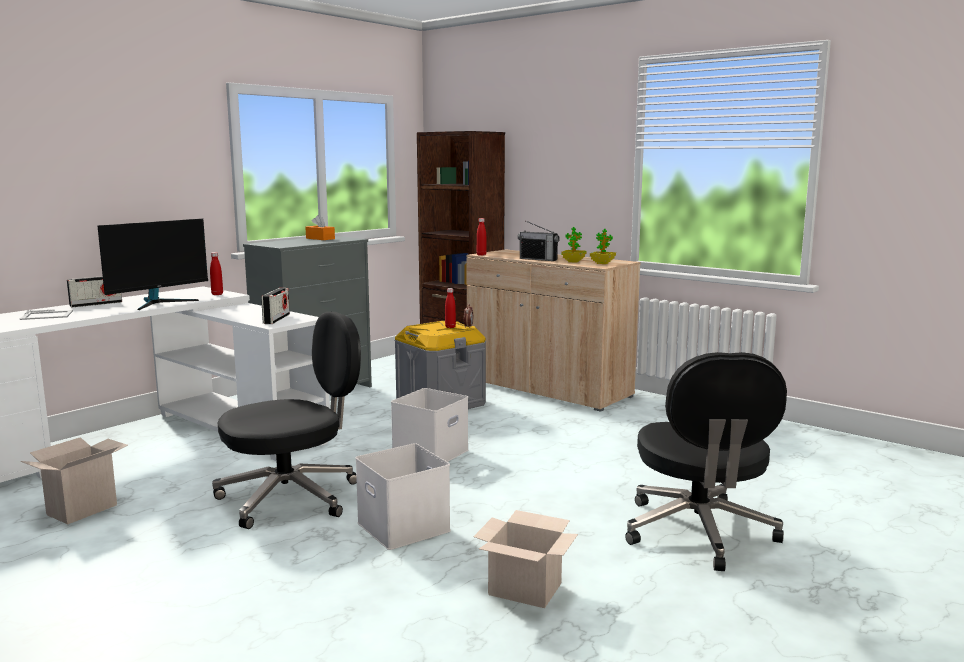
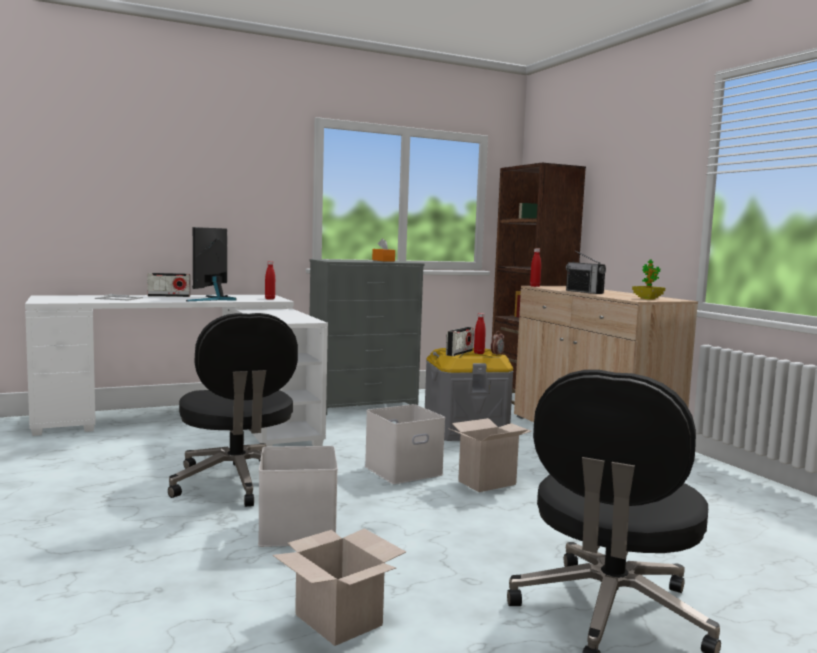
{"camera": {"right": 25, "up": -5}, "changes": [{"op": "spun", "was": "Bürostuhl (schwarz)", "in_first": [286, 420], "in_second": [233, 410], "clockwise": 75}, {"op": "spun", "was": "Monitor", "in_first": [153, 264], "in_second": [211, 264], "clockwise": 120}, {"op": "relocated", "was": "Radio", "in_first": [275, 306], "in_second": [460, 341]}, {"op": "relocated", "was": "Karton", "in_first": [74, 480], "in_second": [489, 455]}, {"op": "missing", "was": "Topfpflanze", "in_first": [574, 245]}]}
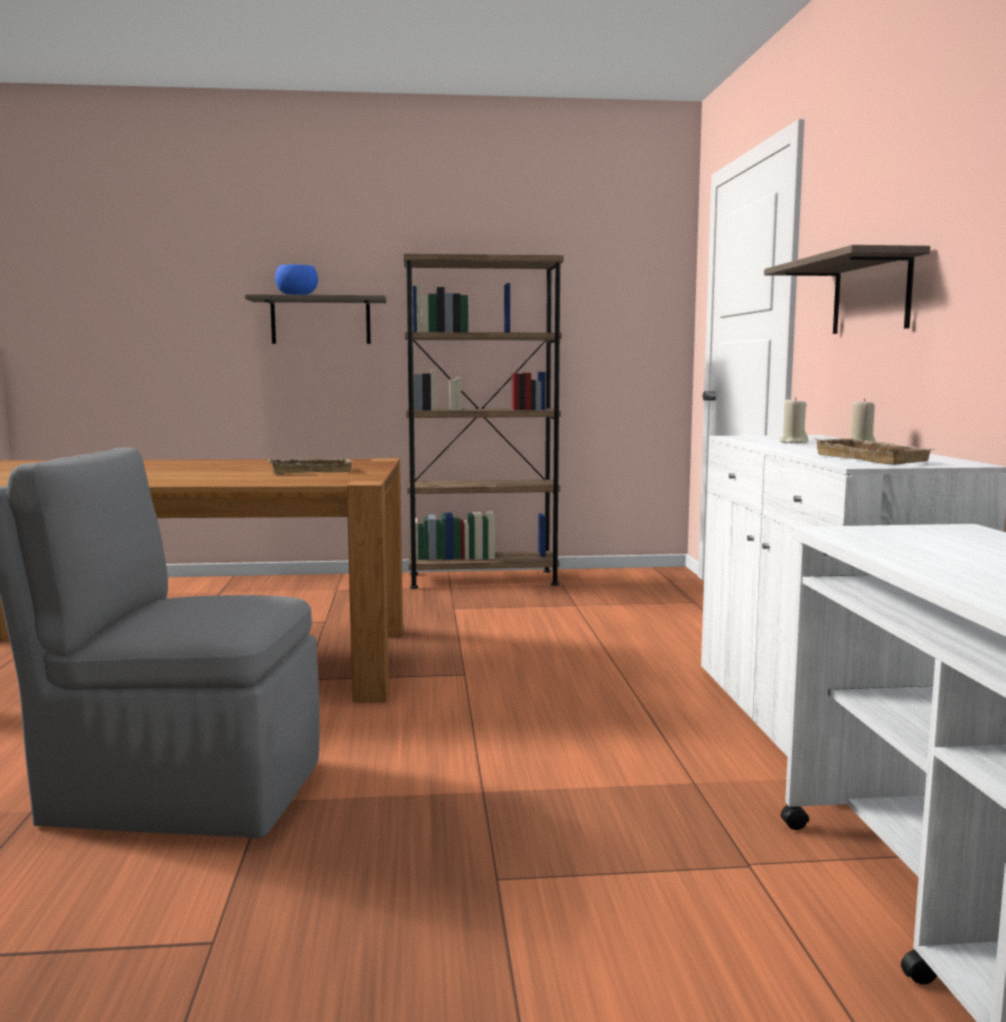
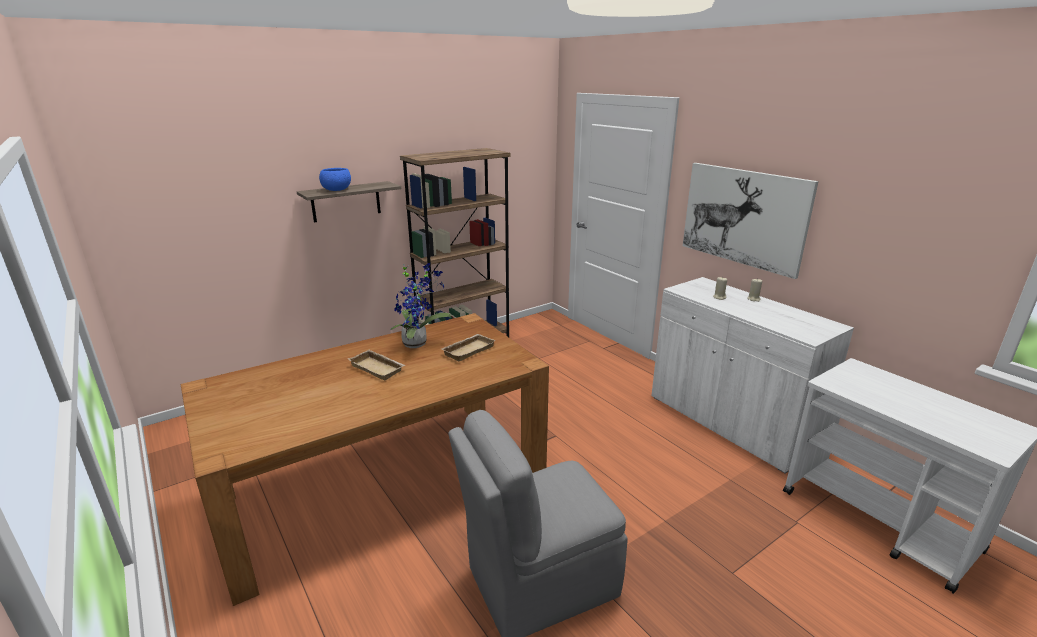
{"camera": {"right": -30, "up": 15}, "changes": [{"op": "relocated", "was": "Tablett (beige)", "in_first": [874, 451], "in_second": [377, 365]}, {"op": "appeared", "now": "Topfpflanze", "in_second": [420, 305]}, {"op": "exchanged", "was": "Wandregal", "now": "Bild", "in_first": [847, 289], "in_second": [751, 221]}]}
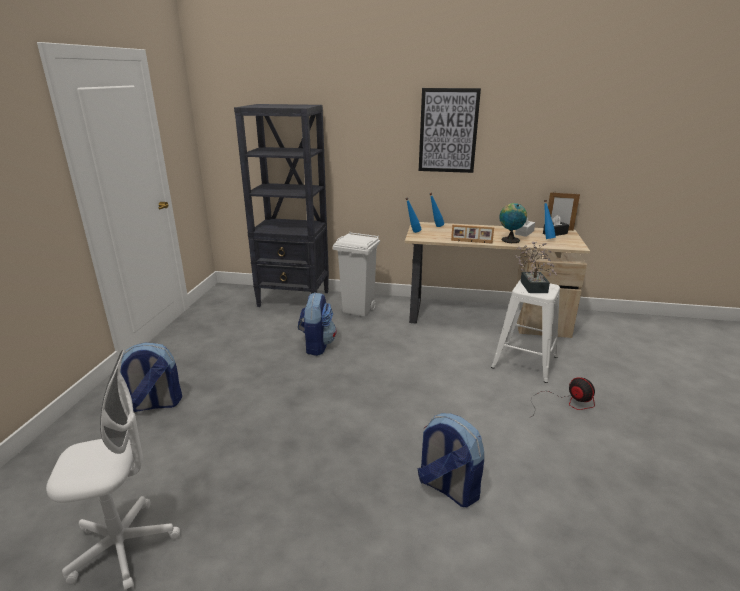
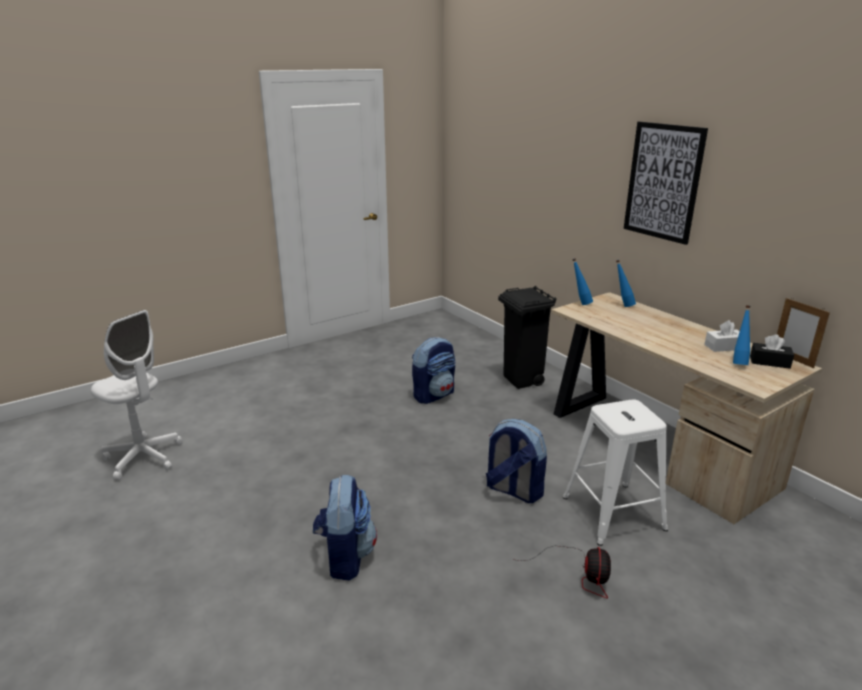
{"camera": {"right": 45, "up": 0}, "changes": [{"op": "relocated", "was": "Rucksack", "in_first": [151, 377], "in_second": [516, 461]}, {"op": "colour", "was": "Mülleimer (weiß)", "now": "Mülleimer (schwarz)", "in_first": [356, 274], "in_second": [527, 337]}, {"op": "missing", "was": "Bücherregal (schwarz)", "in_first": [281, 205]}, {"op": "missing", "was": "Bilderrahmen", "in_first": [472, 234]}, {"op": "missing", "was": "Globus", "in_first": [513, 223]}, {"op": "missing", "was": "Topfpflanze", "in_first": [536, 267]}]}
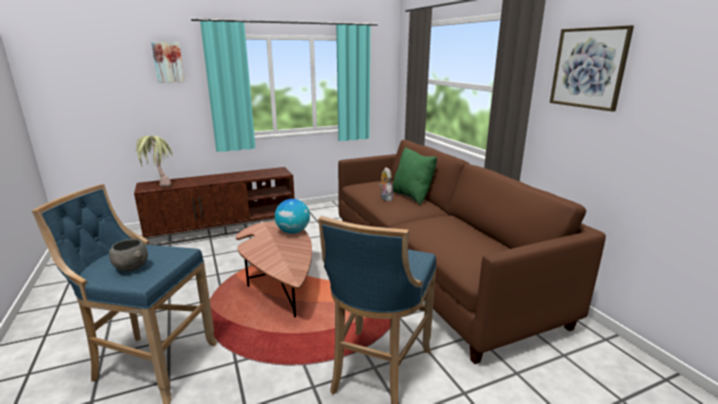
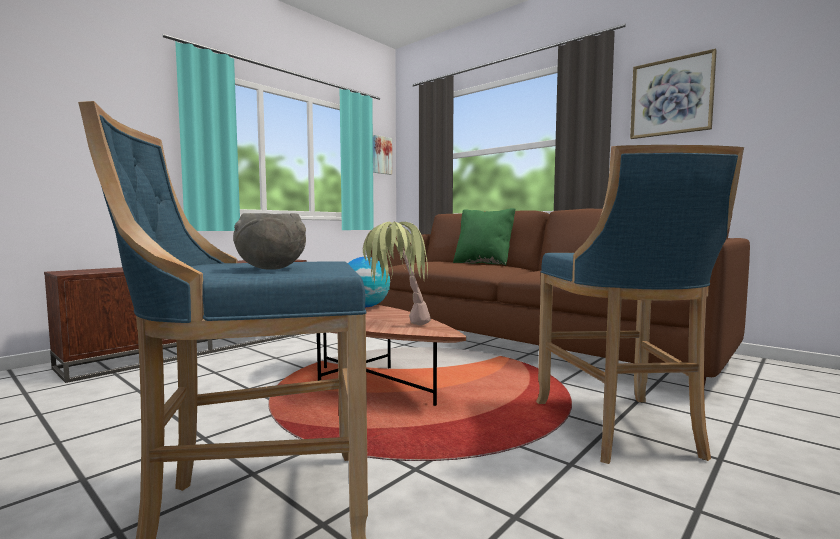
{"camera": {"right": -25, "up": -15}, "changes": [{"op": "relocated", "was": "Topfpflanze", "in_first": [154, 161], "in_second": [397, 273]}, {"op": "relocated", "was": "Bild", "in_first": [168, 62], "in_second": [382, 155]}, {"op": "missing", "was": "Plüschtier", "in_first": [386, 184]}]}
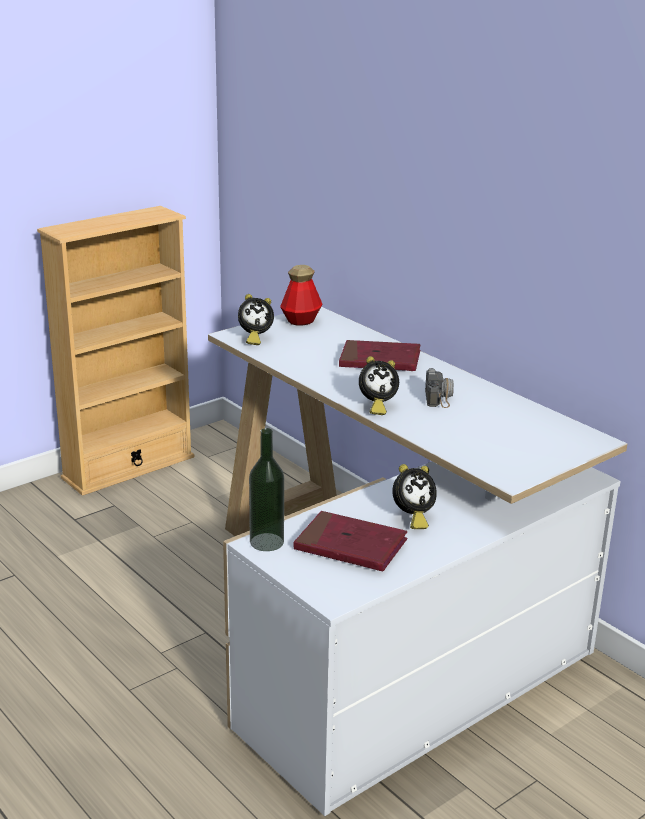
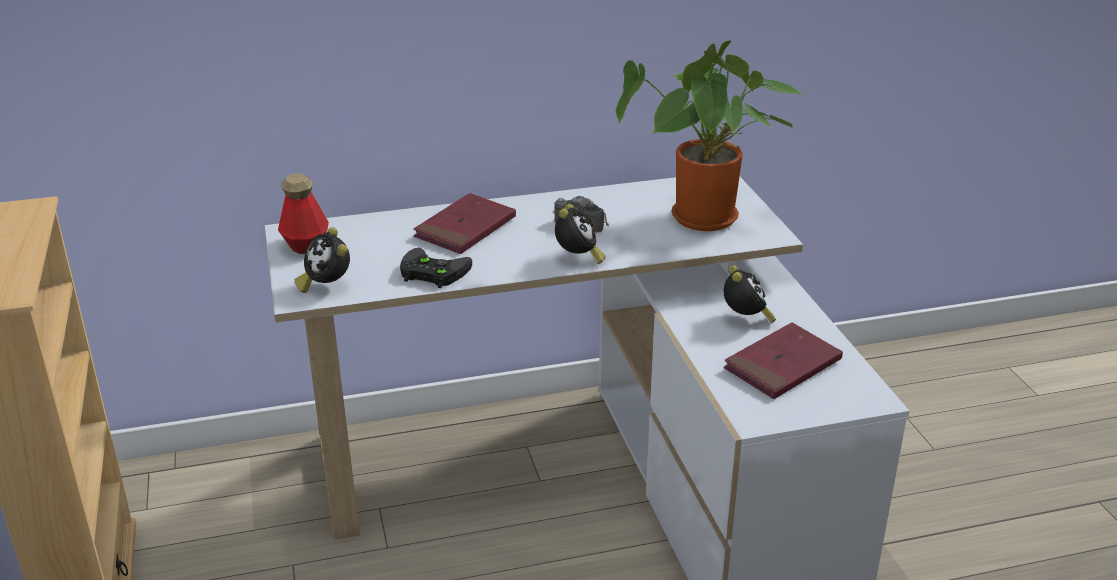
{"camera": {"right": -65, "up": 5}, "changes": [{"op": "spun", "was": "Wecker", "in_first": [256, 319], "in_second": [322, 260], "clockwise": 135}, {"op": "appeared", "now": "Gamepad (schwarz)", "in_second": [436, 268]}, {"op": "appeared", "now": "Topfpflanze", "in_second": [710, 135]}, {"op": "missing", "was": "Flasche", "in_first": [266, 489]}]}
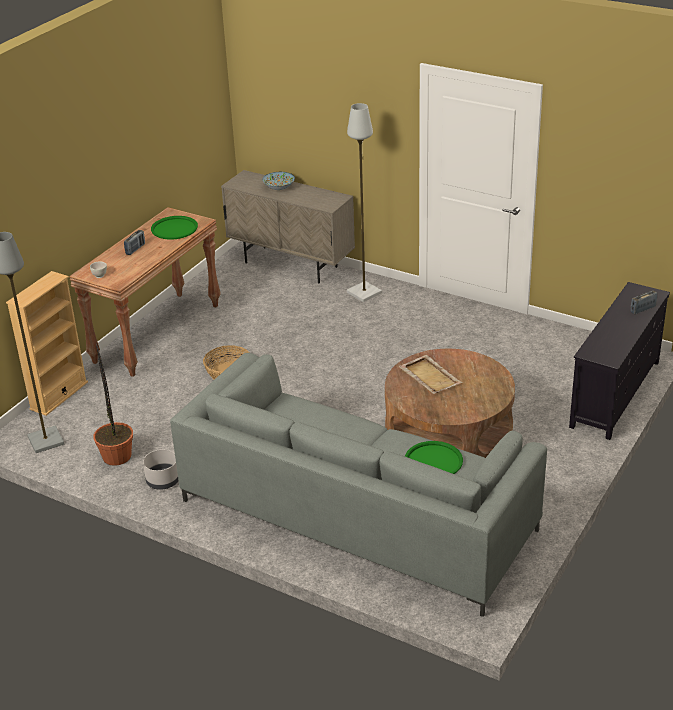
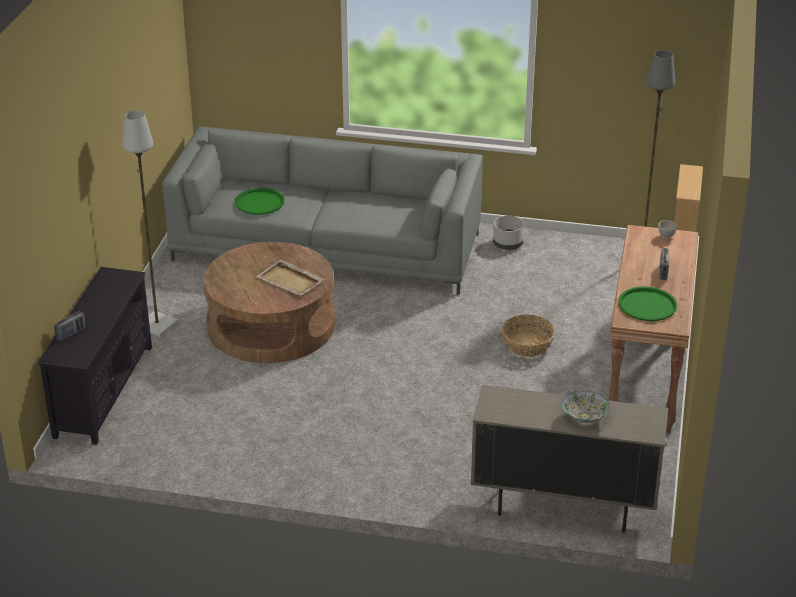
{"camera": {"right": 160, "up": 0}, "changes": [{"op": "relocated", "was": "Stehlampe (grau)", "in_first": [364, 202], "in_second": [150, 223]}, {"op": "missing", "was": "Topfpflanze", "in_first": [113, 404]}]}
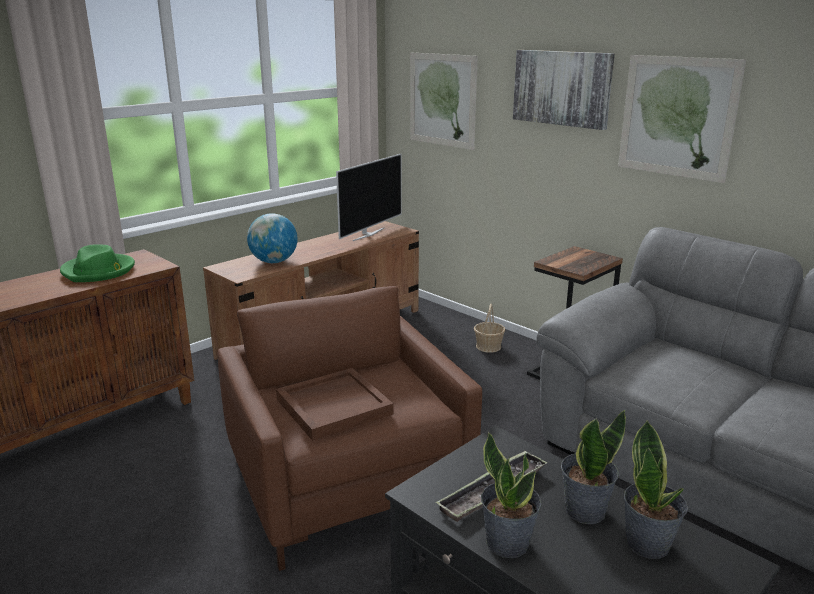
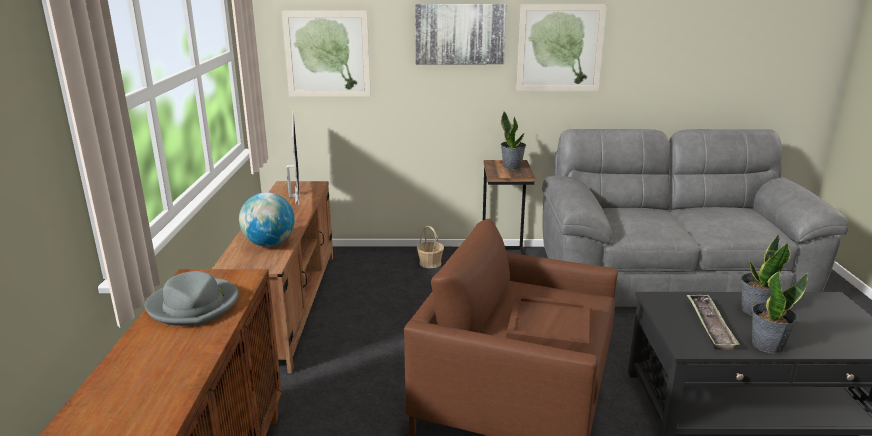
{"camera": {"right": -45, "up": 0}, "changes": [{"op": "colour", "was": "Hut (grün)", "now": "Hut (grau)", "in_first": [97, 263], "in_second": [192, 298]}, {"op": "relocated", "was": "Topfpflanze", "in_first": [656, 489], "in_second": [513, 140]}]}
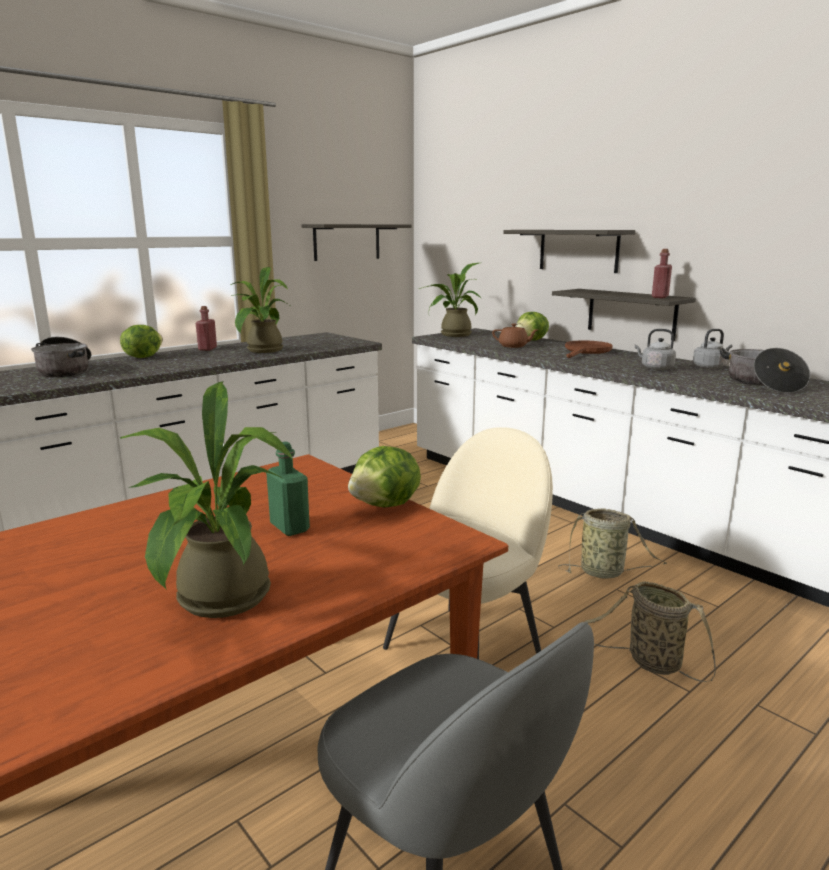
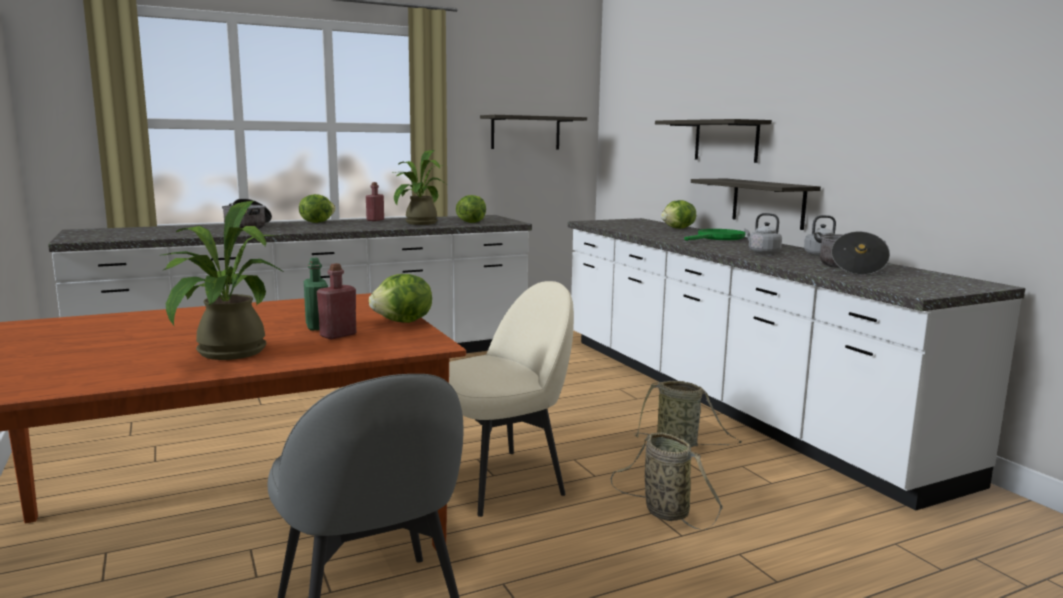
{"camera": {"right": 15, "up": -5}, "changes": [{"op": "relocated", "was": "Flasche (rot)", "in_first": [662, 273], "in_second": [336, 301]}, {"op": "appeared", "now": "Salatkopf", "in_second": [471, 209]}, {"op": "colour", "was": "Pfanne (braun)", "now": "Pfanne (grün)", "in_first": [589, 349], "in_second": [714, 235]}, {"op": "missing", "was": "Topfpflanze", "in_first": [450, 300]}, {"op": "missing", "was": "Teekanne (braun)", "in_first": [515, 335]}]}
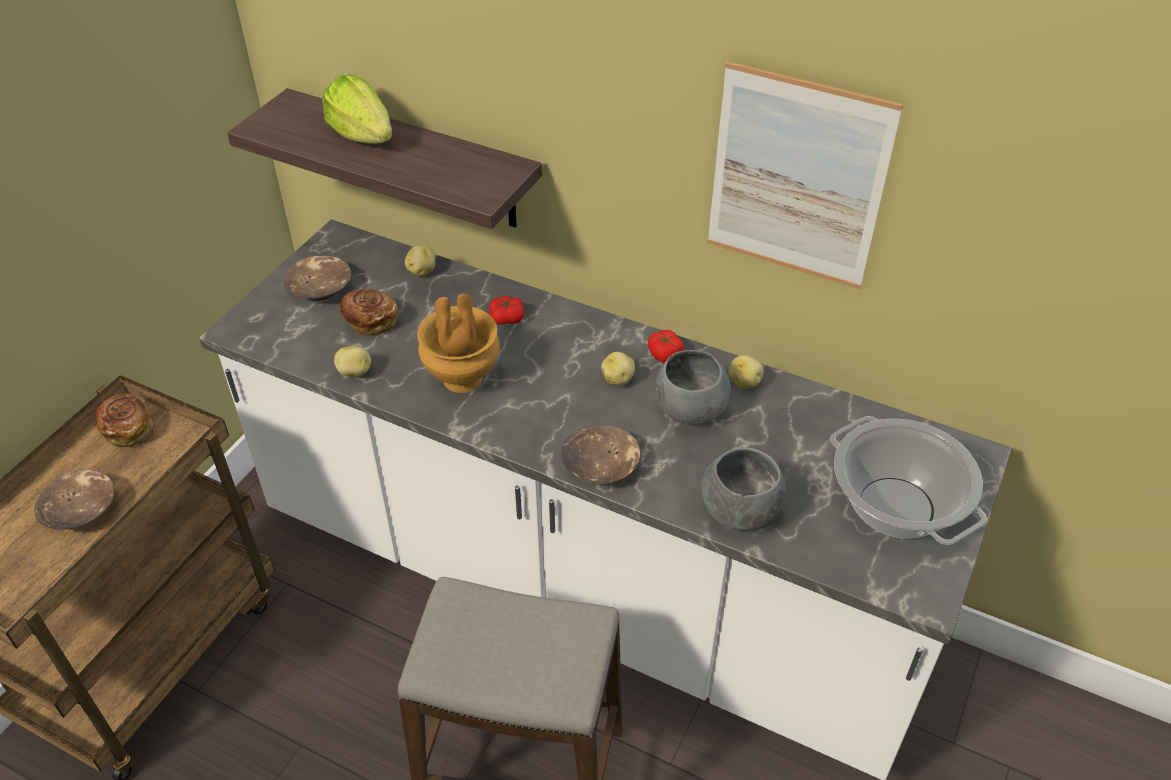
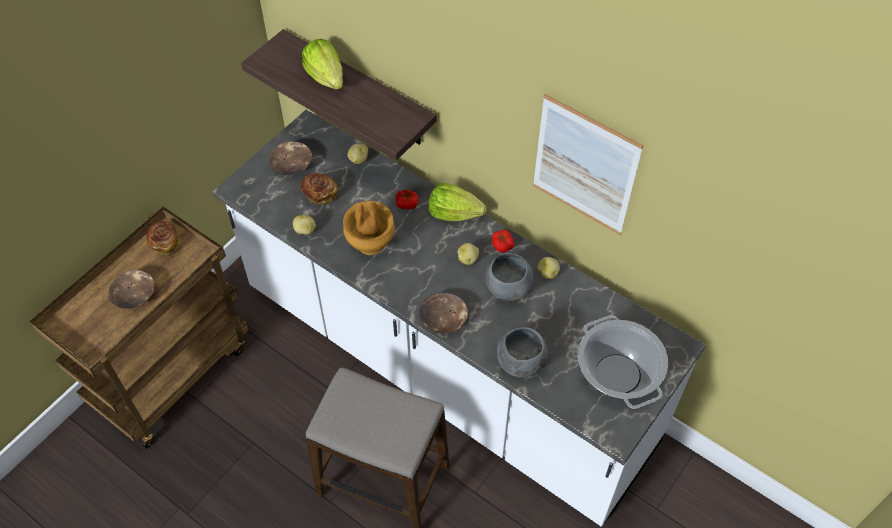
{"camera": {"right": 10, "up": 10}, "changes": [{"op": "appeared", "now": "Salatkopf", "in_second": [457, 202]}]}
